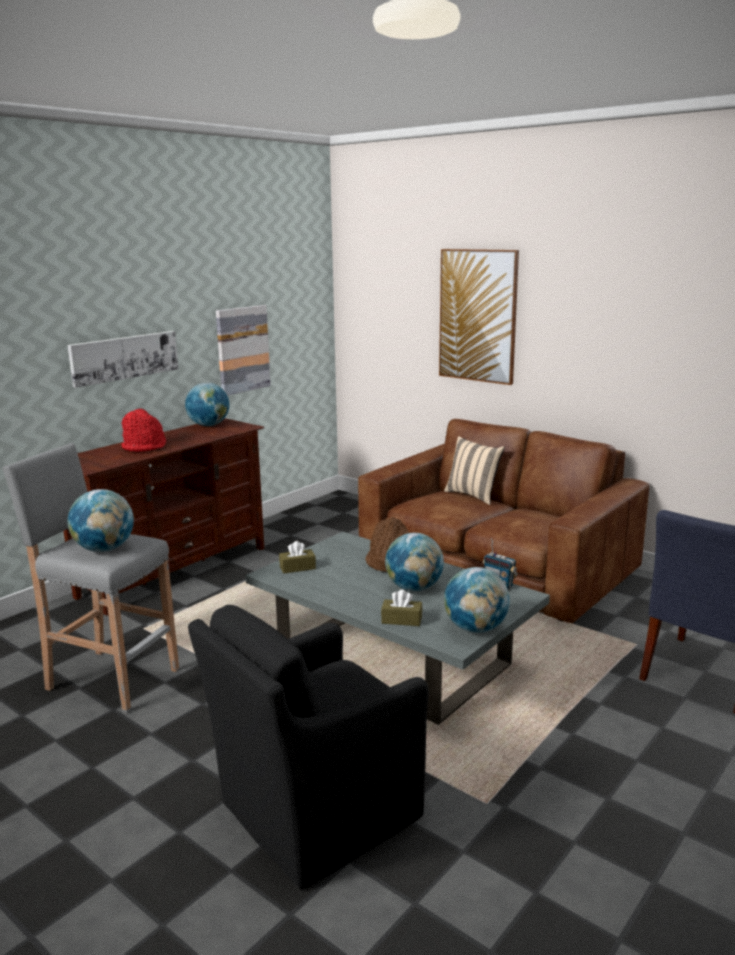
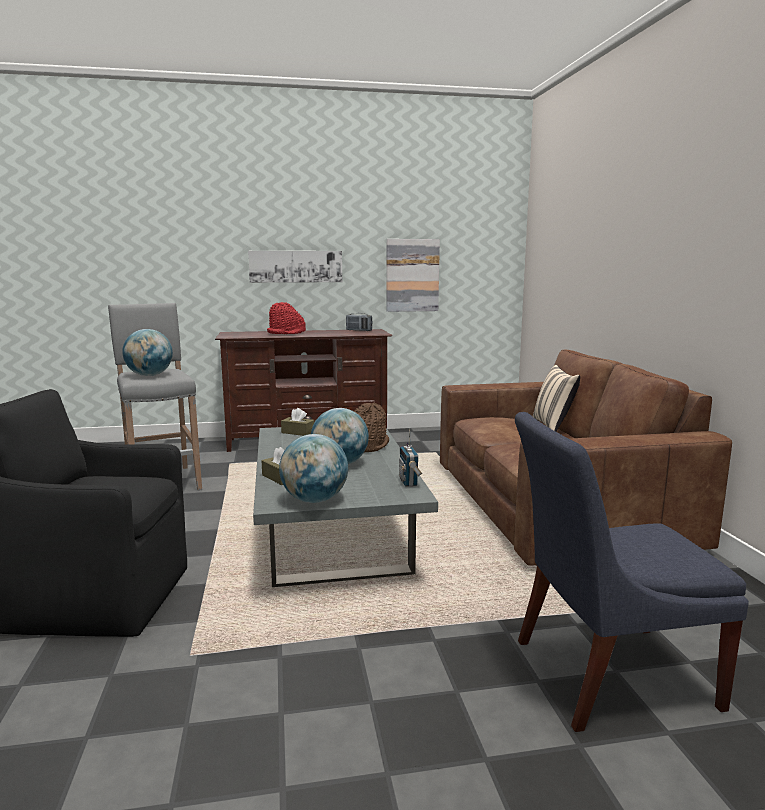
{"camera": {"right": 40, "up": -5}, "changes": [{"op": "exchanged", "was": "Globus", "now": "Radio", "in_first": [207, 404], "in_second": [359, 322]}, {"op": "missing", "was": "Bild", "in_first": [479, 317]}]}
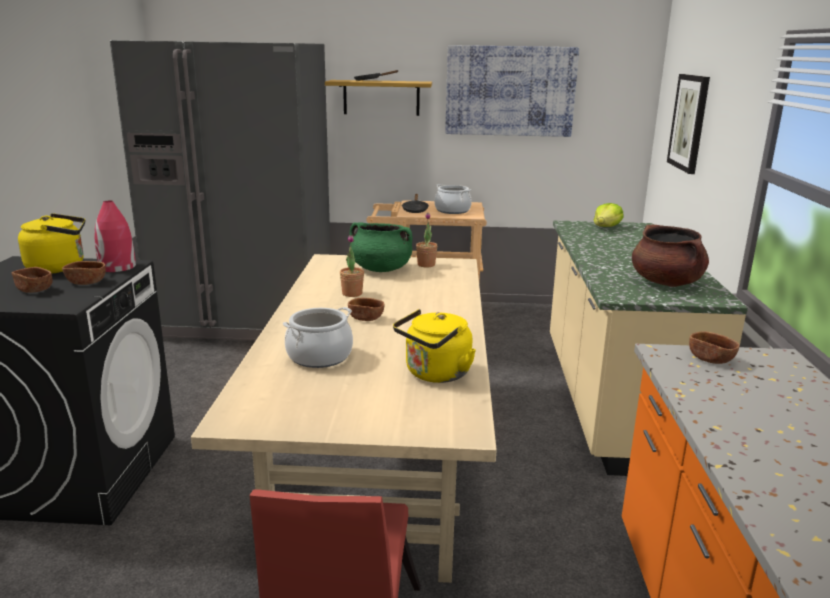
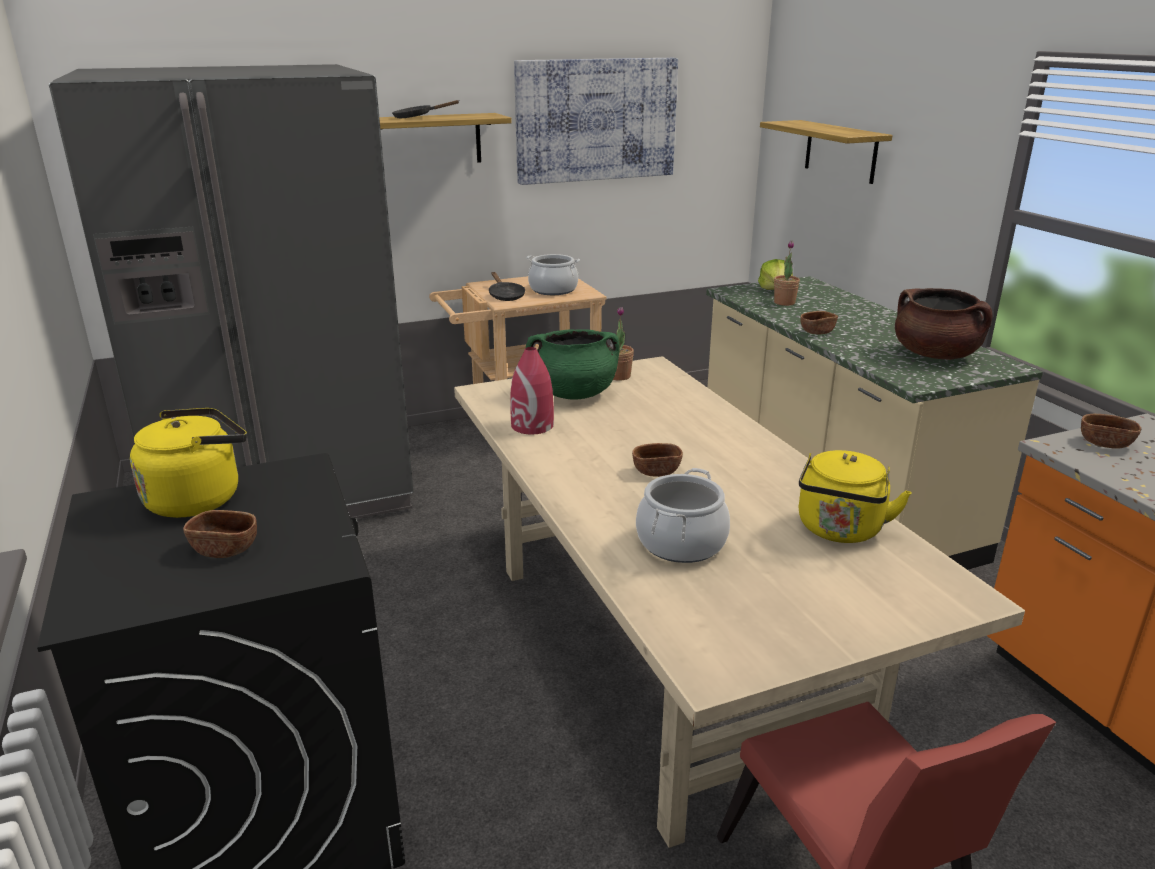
{"camera": {"right": -25, "up": 5}, "changes": [{"op": "relocated", "was": "Vase (rot)", "in_first": [115, 236], "in_second": [532, 390]}, {"op": "exchanged", "was": "Bild", "now": "Wandregal", "in_first": [688, 124], "in_second": [826, 152]}, {"op": "relocated", "was": "Topfpflanze", "in_first": [352, 266], "in_second": [787, 273]}, {"op": "relocated", "was": "Schüssel (braun)", "in_first": [84, 273], "in_second": [819, 322]}]}
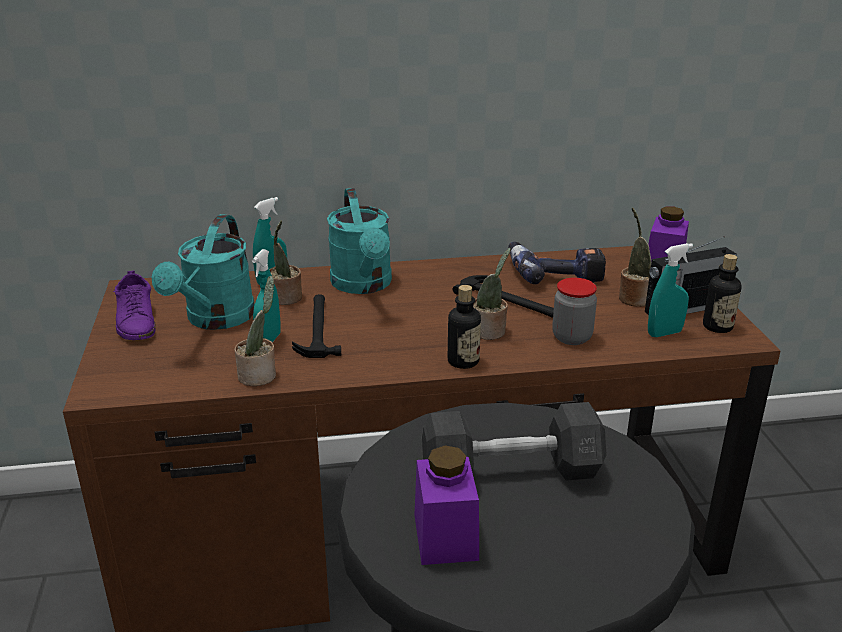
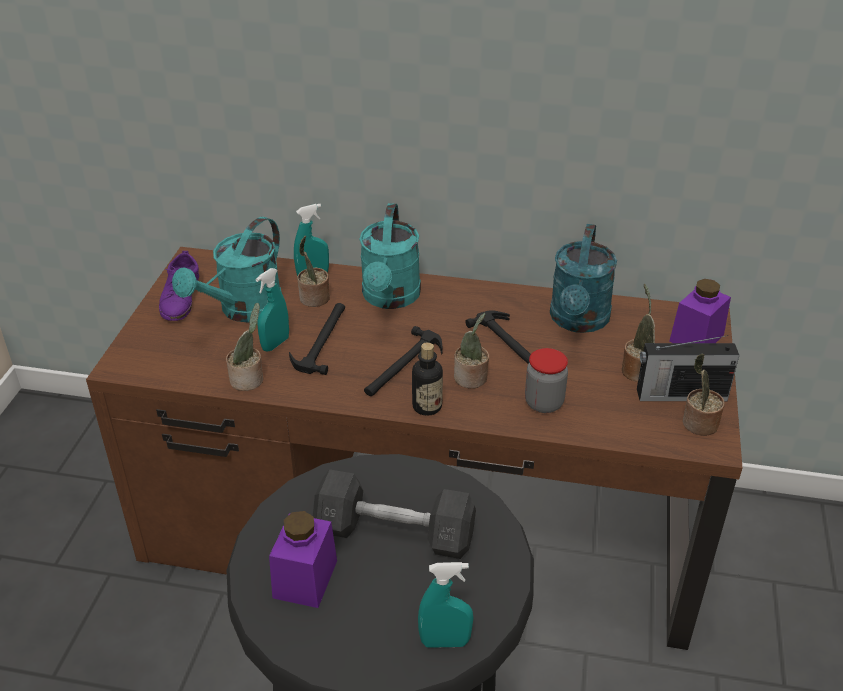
{"camera": {"right": 20, "up": 10}, "changes": [{"op": "appeared", "now": "Hammer", "in_second": [403, 361]}, {"op": "relocated", "was": "Sprühflasche (türkis)", "in_first": [670, 290], "in_second": [446, 605]}, {"op": "exchanged", "was": "Bohrmaschine", "now": "Gießkanne (türkis)", "in_first": [557, 263], "in_second": [583, 278]}, {"op": "exchanged", "was": "Flasche", "now": "Topfpflanze", "in_first": [722, 293], "in_second": [703, 394]}]}
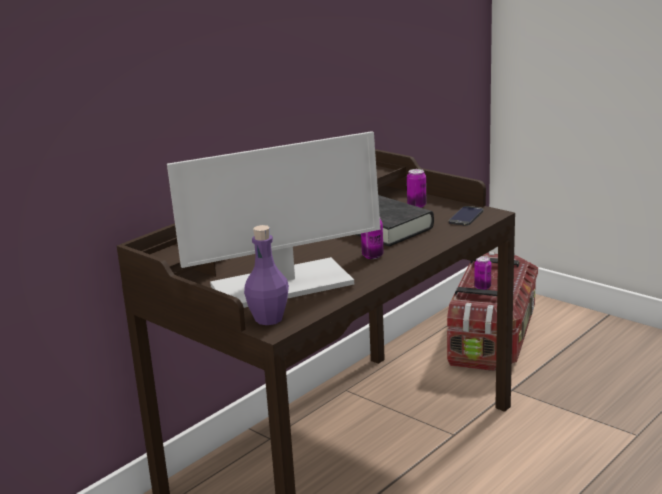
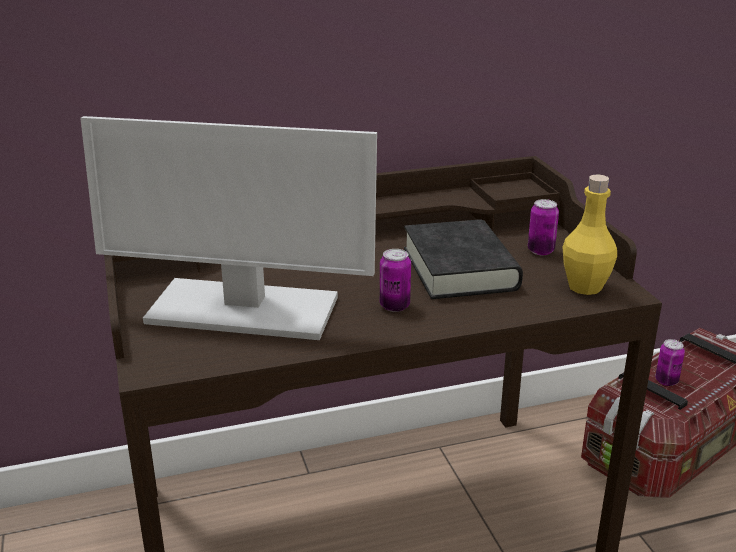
{"camera": {"right": 30, "up": 5}, "changes": [{"op": "exchanged", "was": "Handy", "now": "Flasche (gelb)", "in_first": [466, 216], "in_second": [589, 234]}, {"op": "missing", "was": "Flasche (lila)", "in_first": [266, 275]}]}
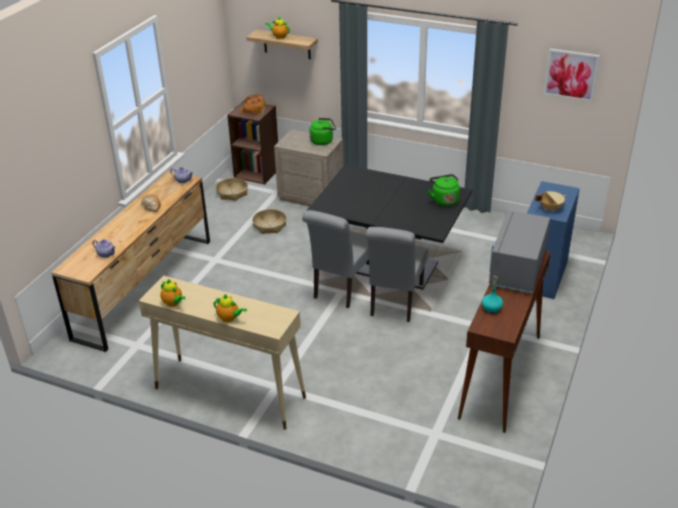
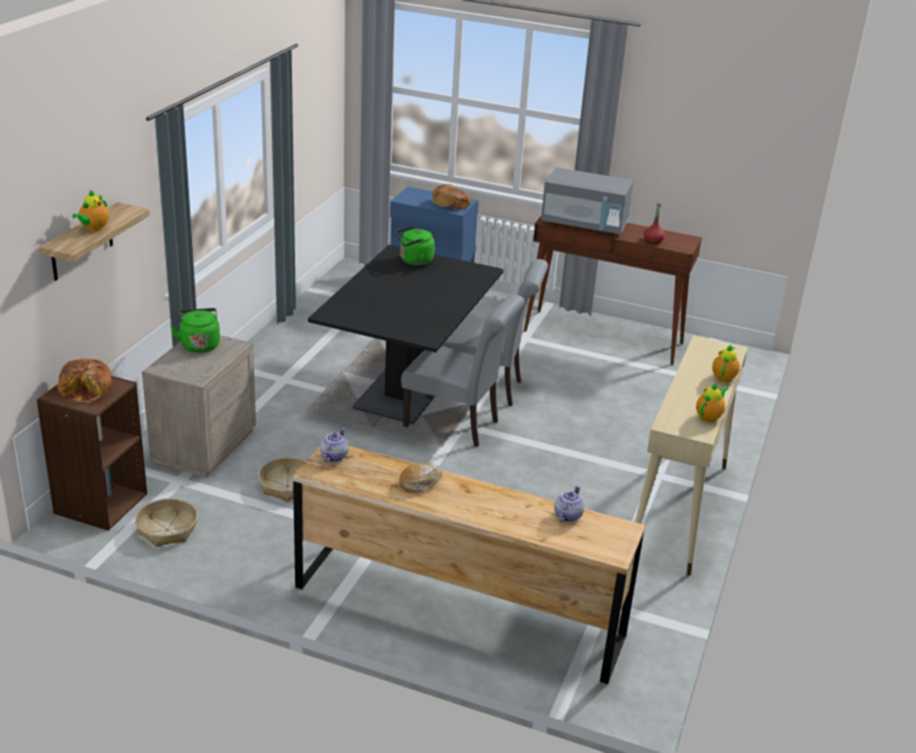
{"camera": {"right": -95, "up": -5}, "changes": [{"op": "exchanged", "was": "Kochtopf (beige)", "now": "Brot", "in_first": [550, 201], "in_second": [450, 197]}, {"op": "colour", "was": "Flasche (türkis)", "now": "Flasche (rot)", "in_first": [492, 294], "in_second": [654, 223]}, {"op": "missing", "was": "Bild", "in_first": [572, 75]}]}
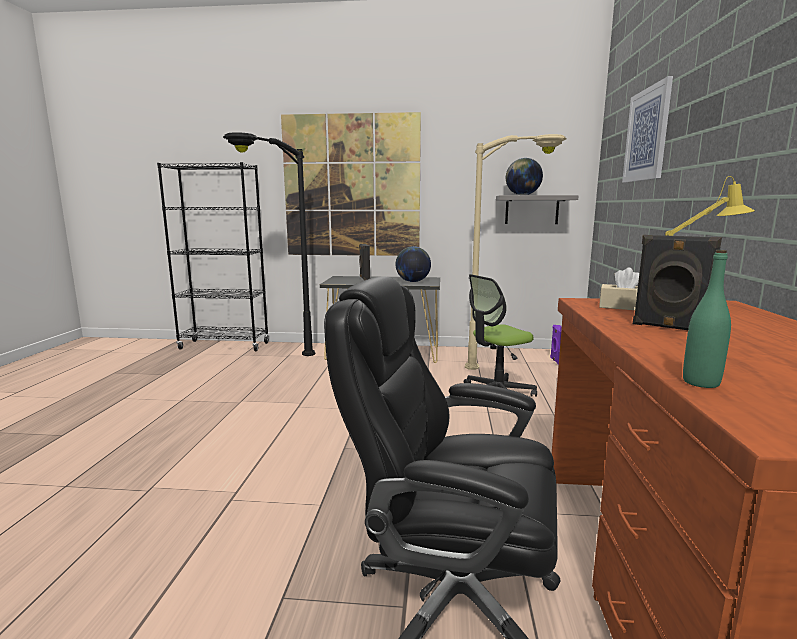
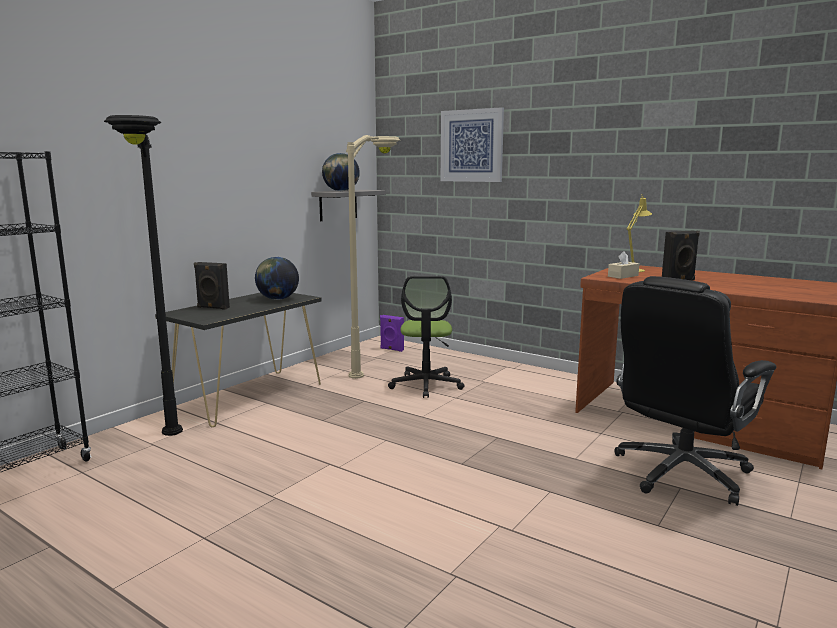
{"camera": {"right": -60, "up": 0}, "changes": [{"op": "missing", "was": "Bild", "in_first": [351, 184]}, {"op": "missing", "was": "Flasche (grün)", "in_first": [707, 319]}]}
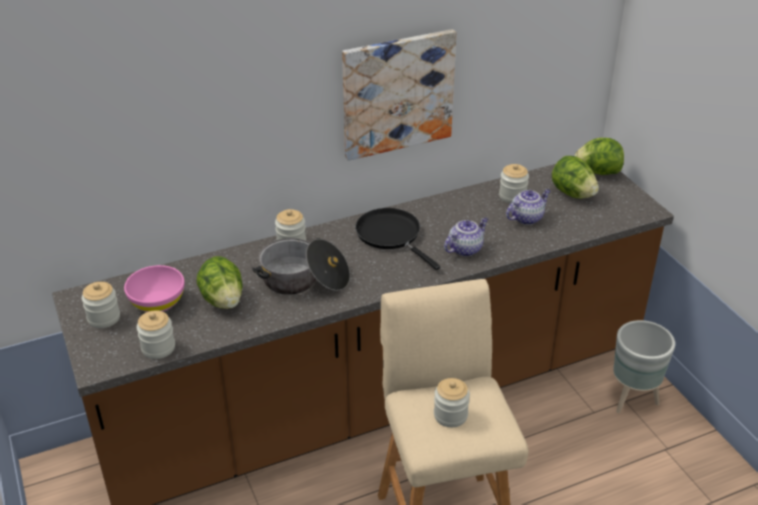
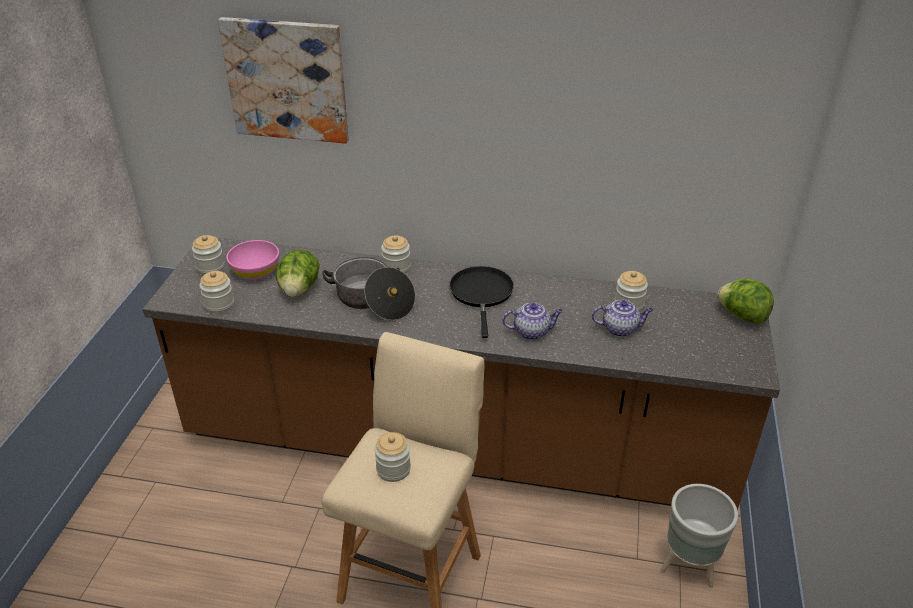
{"camera": {"right": 35, "up": 0}, "changes": [{"op": "relocated", "was": "Bild", "in_first": [399, 95], "in_second": [283, 80]}, {"op": "missing", "was": "Salatkopf", "in_first": [575, 177]}]}
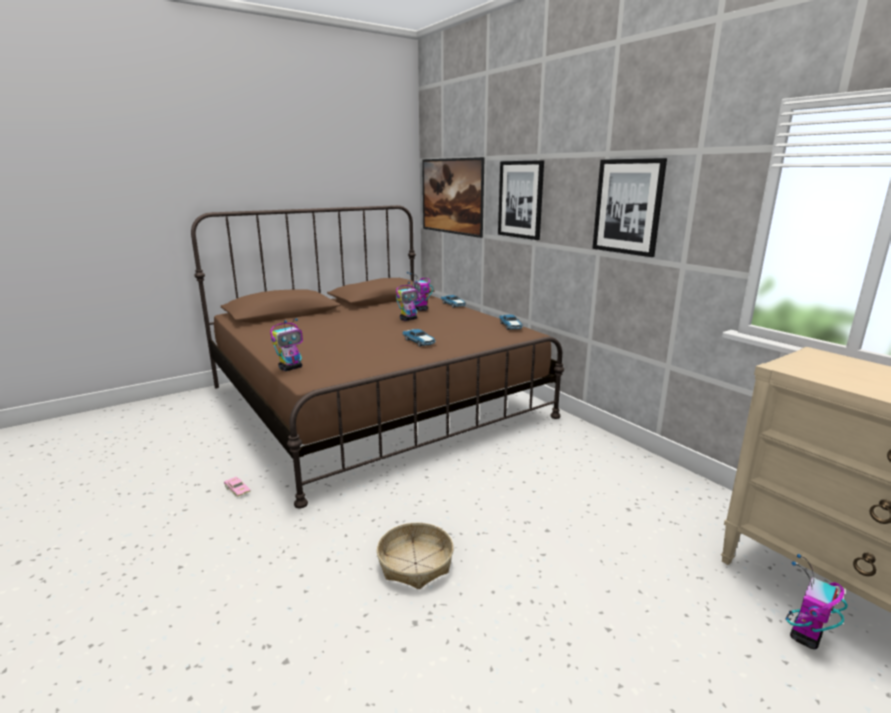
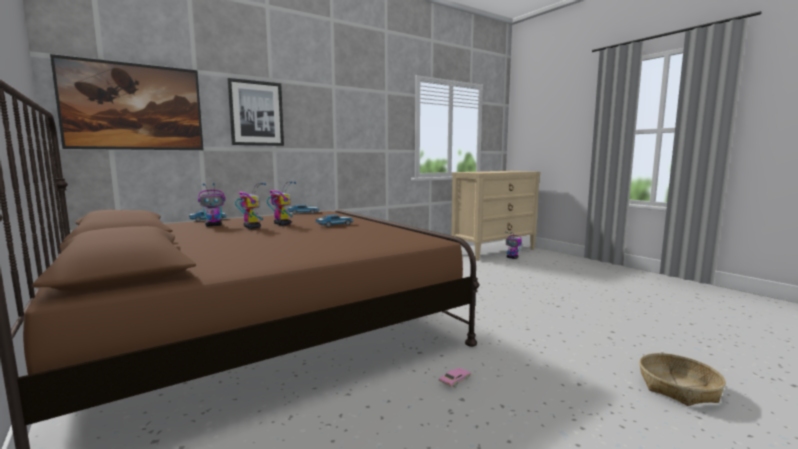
{"camera": {"right": -90, "up": -10}, "changes": [{"op": "relocated", "was": "Spielzeugroboter", "in_first": [286, 344], "in_second": [281, 203]}, {"op": "relocated", "was": "Korb", "in_first": [415, 556], "in_second": [682, 379]}, {"op": "missing", "was": "Bild", "in_first": [629, 207]}]}
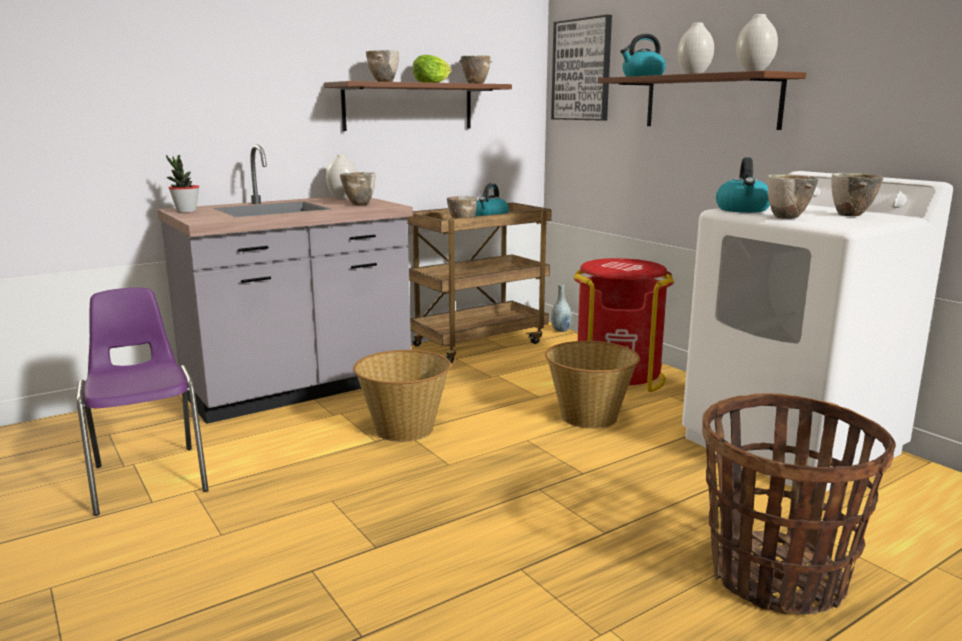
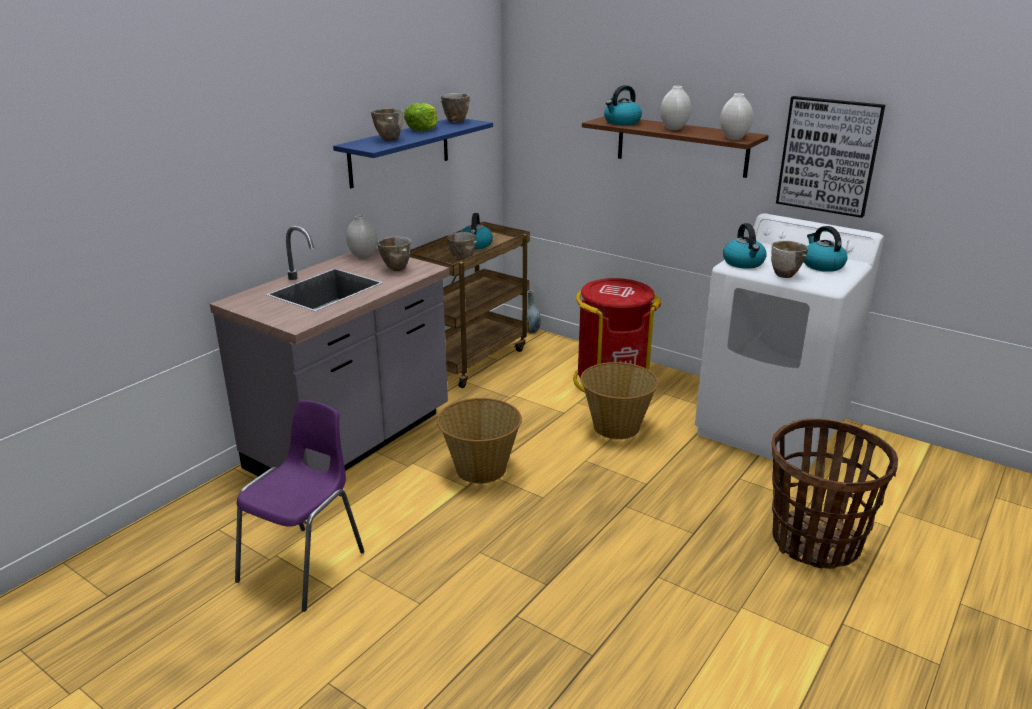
{"camera": {"right": -20, "up": 10}, "changes": [{"op": "spun", "was": "Stuhl (lila)", "in_first": [142, 402], "in_second": [300, 506], "clockwise": 75}, {"op": "colour", "was": "Wandregal (braun)", "now": "Wandregal (blau)", "in_first": [418, 106], "in_second": [413, 153]}, {"op": "relocated", "was": "Bild", "in_first": [581, 68], "in_second": [830, 157]}, {"op": "exchanged", "was": "Schüssel", "now": "Wasserkessel", "in_first": [857, 194], "in_second": [826, 249]}, {"op": "missing", "was": "Topfpflanze", "in_first": [182, 184]}]}
